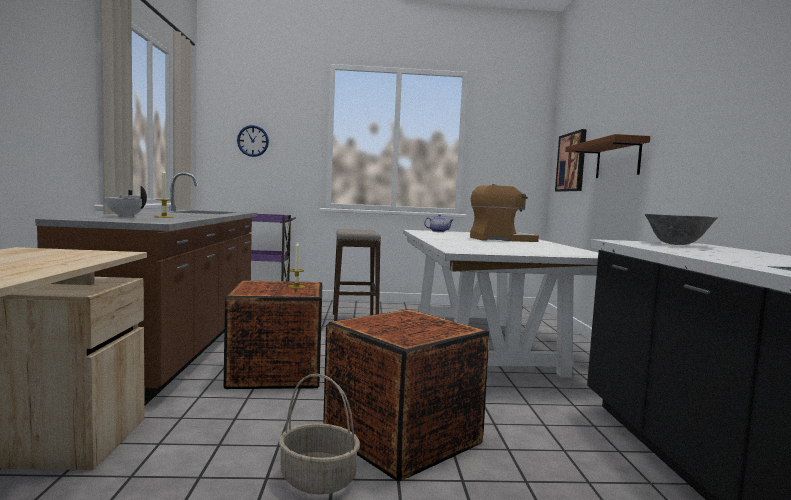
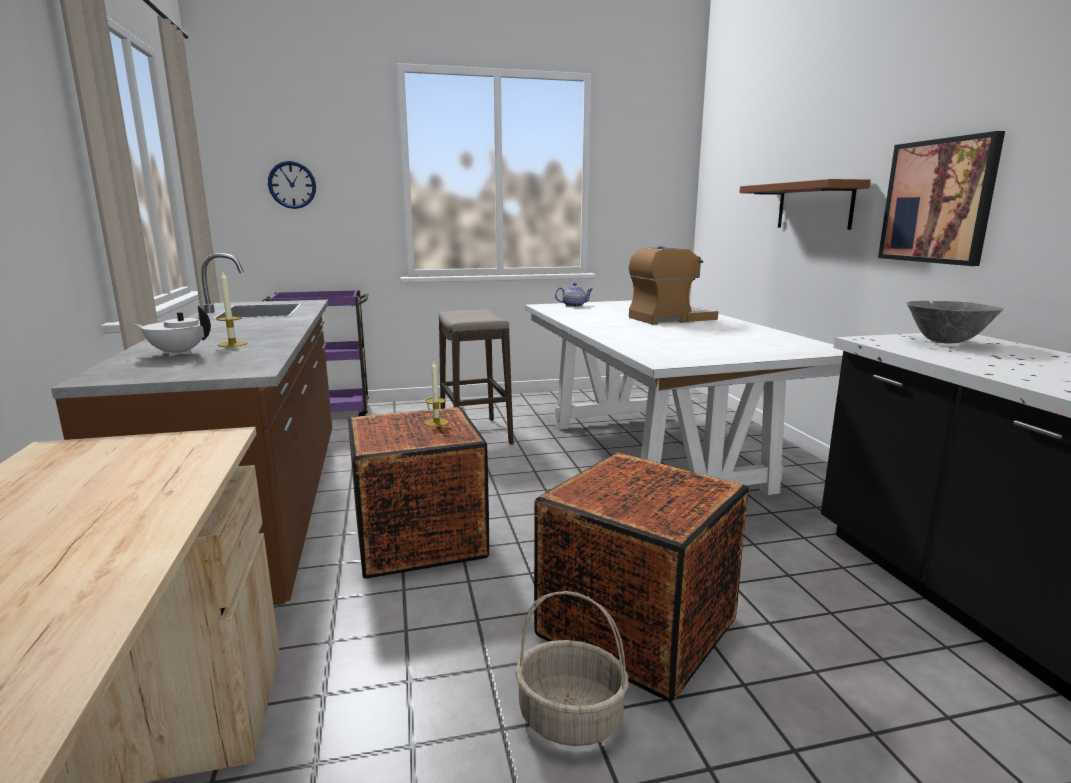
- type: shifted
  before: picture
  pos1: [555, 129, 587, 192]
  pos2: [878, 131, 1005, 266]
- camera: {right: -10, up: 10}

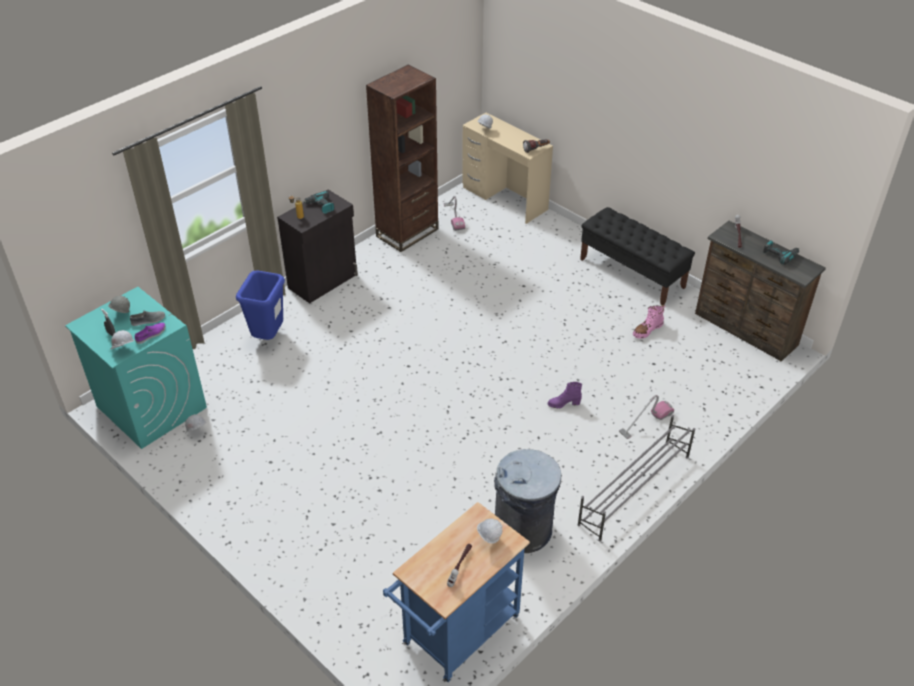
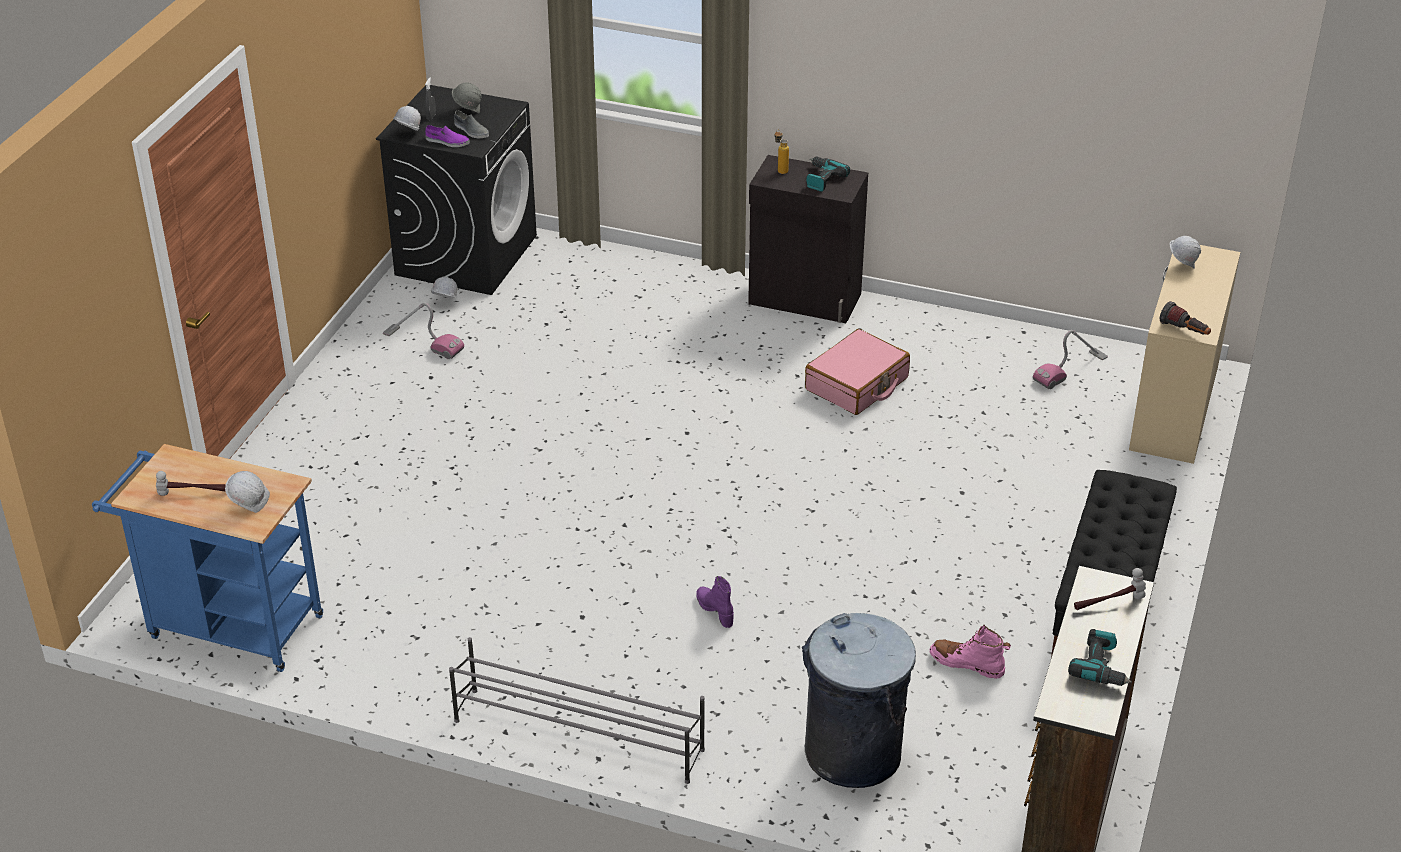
- type: gone
  before: brown bookcase
  pos1: [366, 65, 439, 252]
- type: gone
  before: blue trash can
  pos1: [236, 270, 285, 340]
- type: repainted
  before: turquoise washing machine
  after: black washing machine
  pos1: [65, 287, 207, 449]
  pos2: [376, 85, 537, 295]
- type: shifted
  before: vacuum cleaner
  pos1: [619, 395, 674, 439]
  pos2: [383, 303, 464, 359]
- type: shifted
  before: grey trash can
  pos1: [494, 449, 562, 553]
  pos2: [802, 613, 916, 788]
- type: new
  after: pink suitcase
  pos2: [805, 329, 910, 415]
- camera: {right: 65, up: -5}

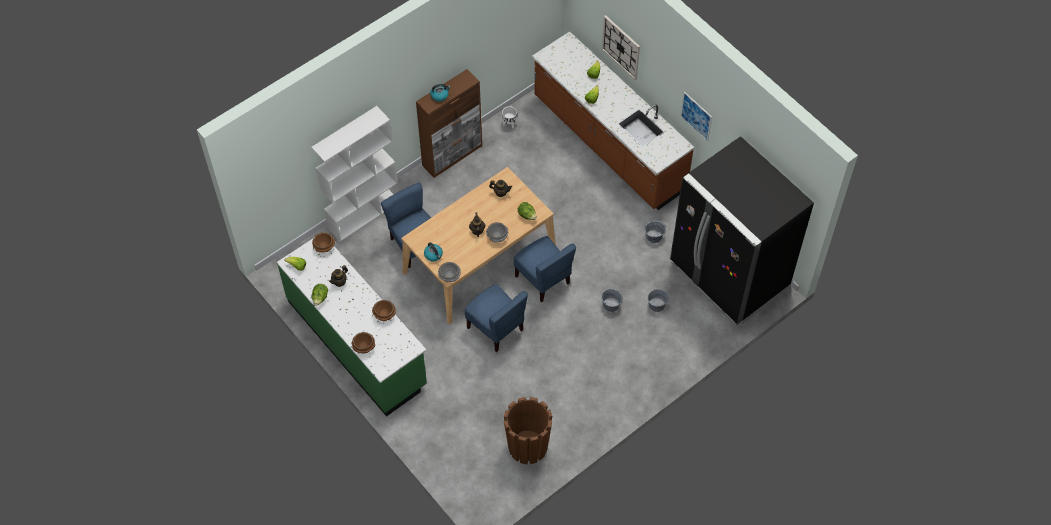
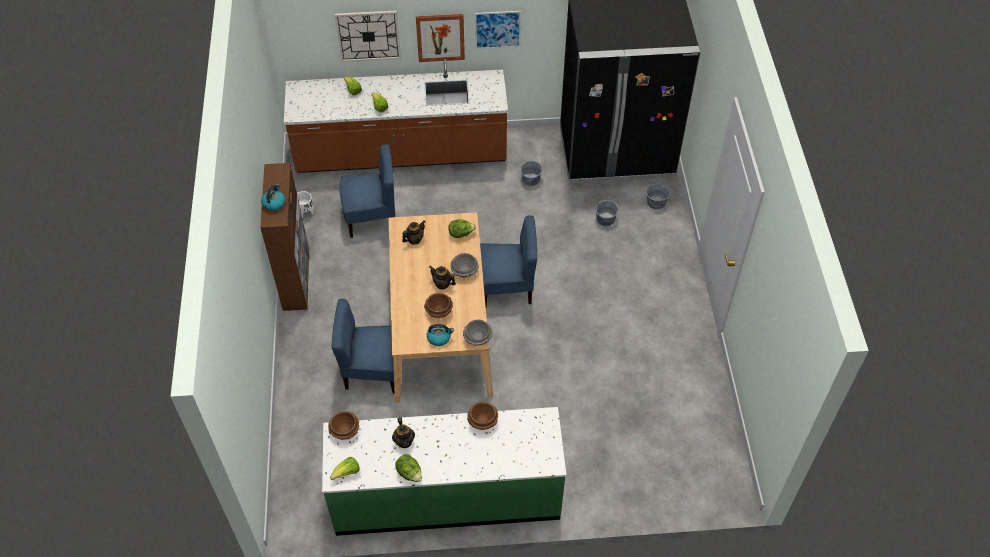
- type: gone
  before: white bookcase
  pos1: [311, 106, 398, 242]
- type: shifted
  before: blue chair
  pos1: [465, 284, 528, 352]
  pos2: [340, 144, 395, 238]
- type: shifted
  before: grey bucket
  pos1: [601, 289, 622, 312]
  pos2: [646, 181, 670, 209]
- type: shifted
  before: brown bowl
  pos1: [352, 332, 375, 353]
  pos2: [424, 293, 453, 318]
- type: gone
  before: brown planter
  pos1: [504, 397, 552, 464]
- type: new
  after: picture
  pos2: [416, 14, 465, 62]
- camera: {right: -55, up: -5}

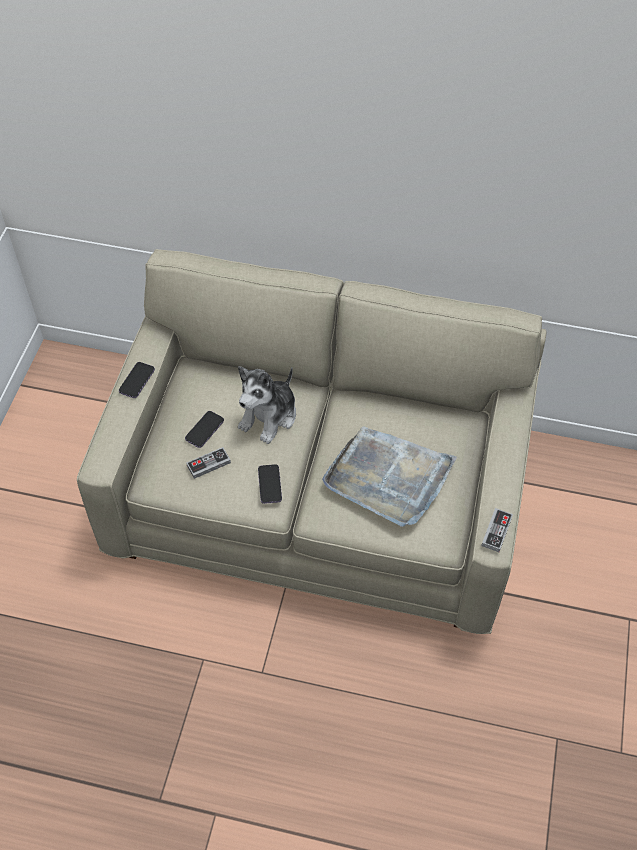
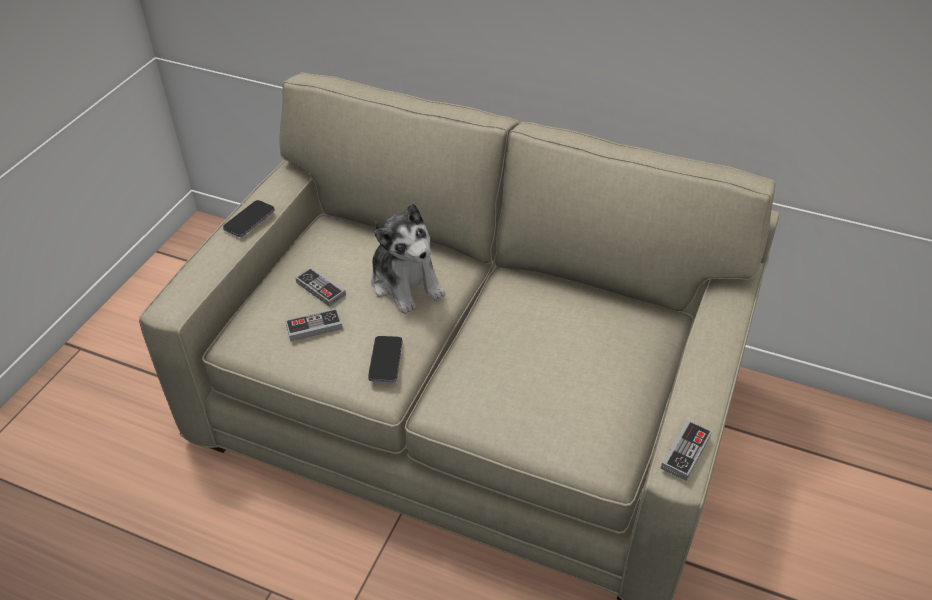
- type: rotated
  before: plush toy
  pos1: [238, 366, 296, 444]
  pos2: [371, 203, 445, 314]
  turn: -75
- type: swapped
  before: phone
  after: game controller
  pos1: [185, 411, 224, 448]
  pos2: [295, 267, 346, 307]
- type: gone
  before: grey tray
  pos1: [322, 426, 457, 527]
- camera: {right: 10, up: -10}

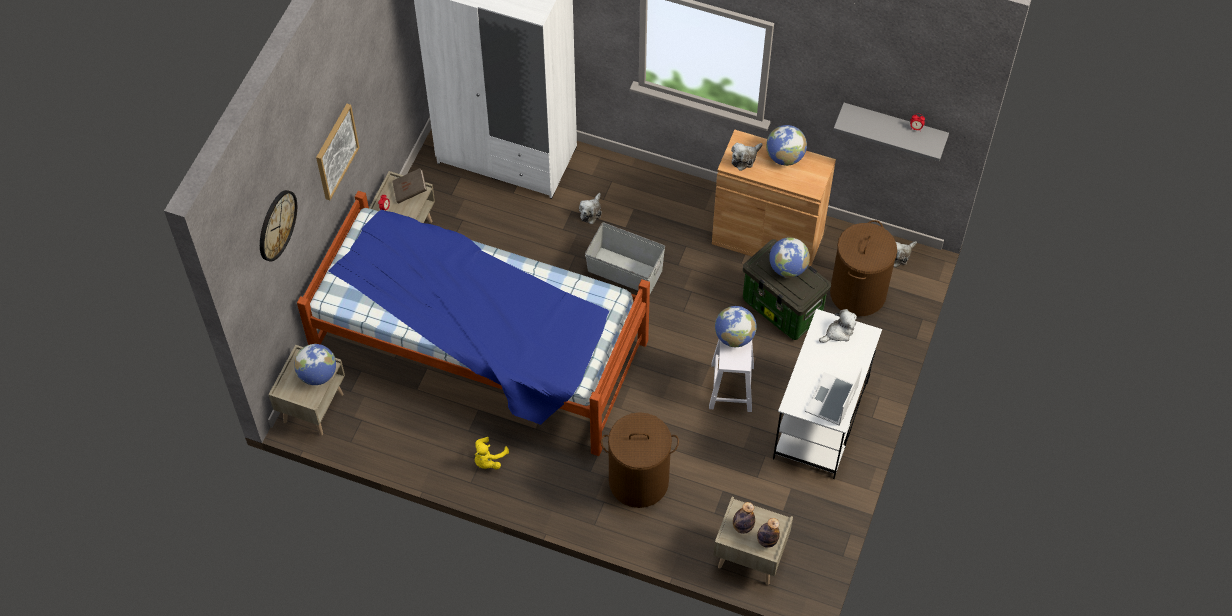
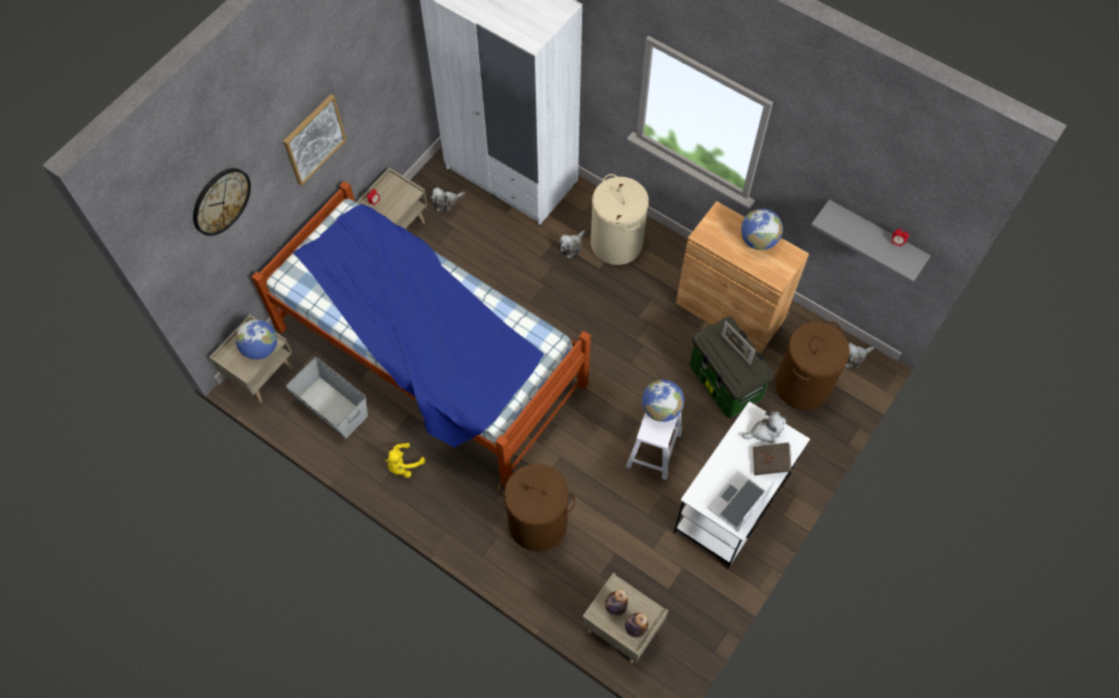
- type: shifted
  before: plush toy
  pos1: [731, 143, 763, 171]
  pos2: [431, 187, 465, 212]
- type: shifted
  before: brown book
  pos1: [392, 168, 427, 203]
  pos2: [753, 442, 792, 475]
- type: shifted
  before: grey storage box
  pos1: [585, 222, 665, 294]
  pos2: [286, 357, 368, 438]
- type: swapped
  before: globe
  after: picture frame
  pos1: [769, 237, 810, 278]
  pos2: [721, 321, 755, 365]
- type: new
  after: beige laundry basket
  pos2: [591, 174, 649, 265]
- camera: {right: 15, up: 5}

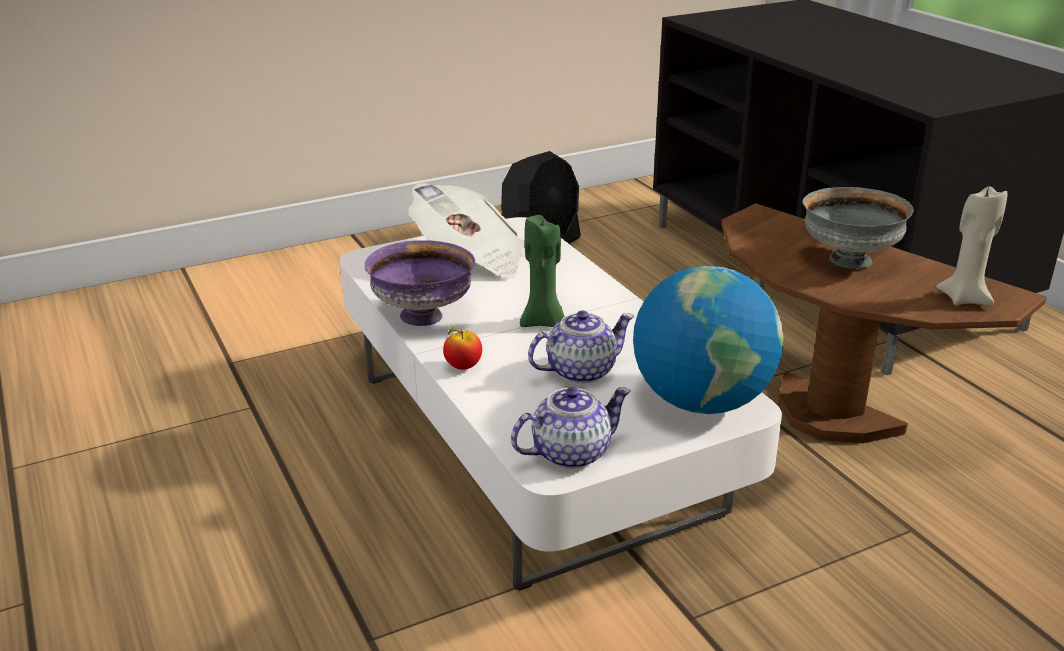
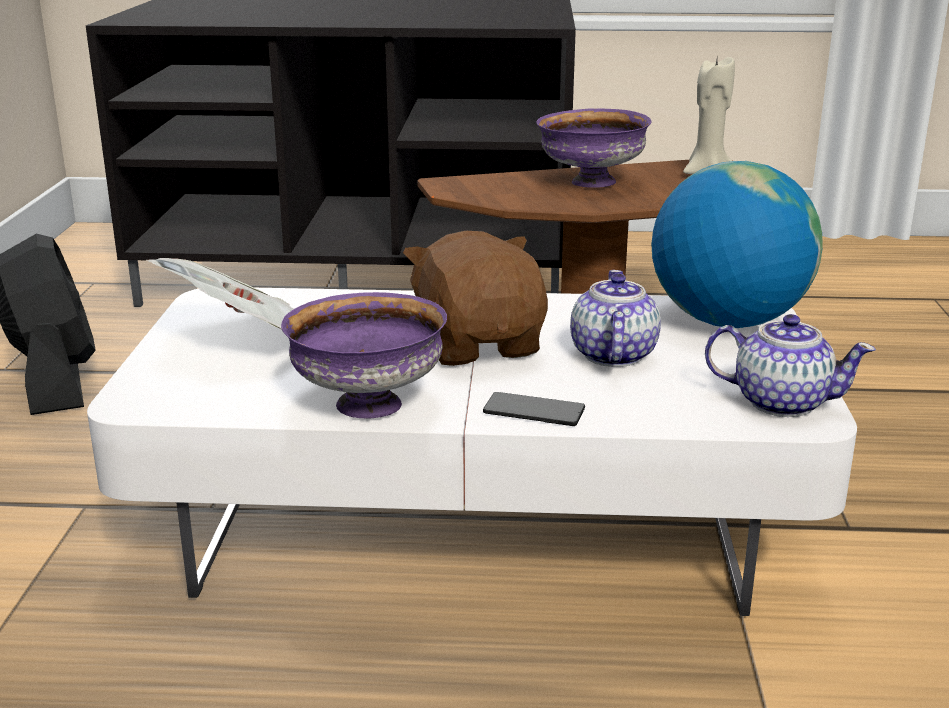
- type: repainted
  before: grey bowl
  after: purple bowl
  pos1: [802, 187, 914, 269]
  pos2: [536, 109, 652, 188]
- type: swapped
  before: green candle
  after: brown plush toy
  pos1: [520, 215, 565, 327]
  pos2: [403, 231, 548, 366]
- type: swapped
  before: apple
  after: phone
  pos1: [443, 327, 482, 370]
  pos2: [483, 392, 585, 426]
- type: rotated
  before: teapot
  pos1: [511, 387, 631, 469]
  pos2: [705, 314, 876, 417]
  turn: 105
- camera: {right: -60, up: -5}

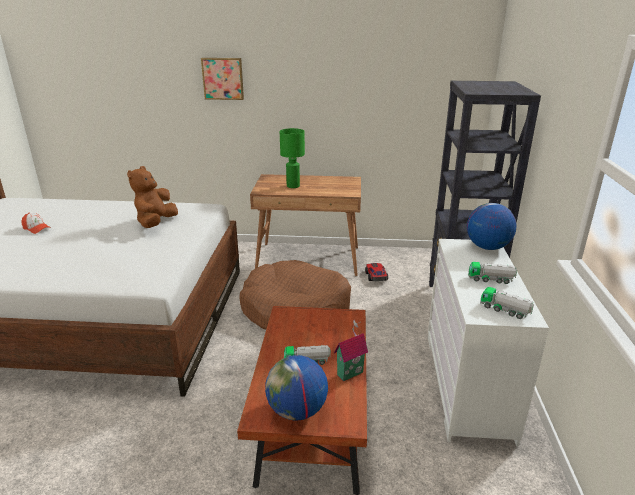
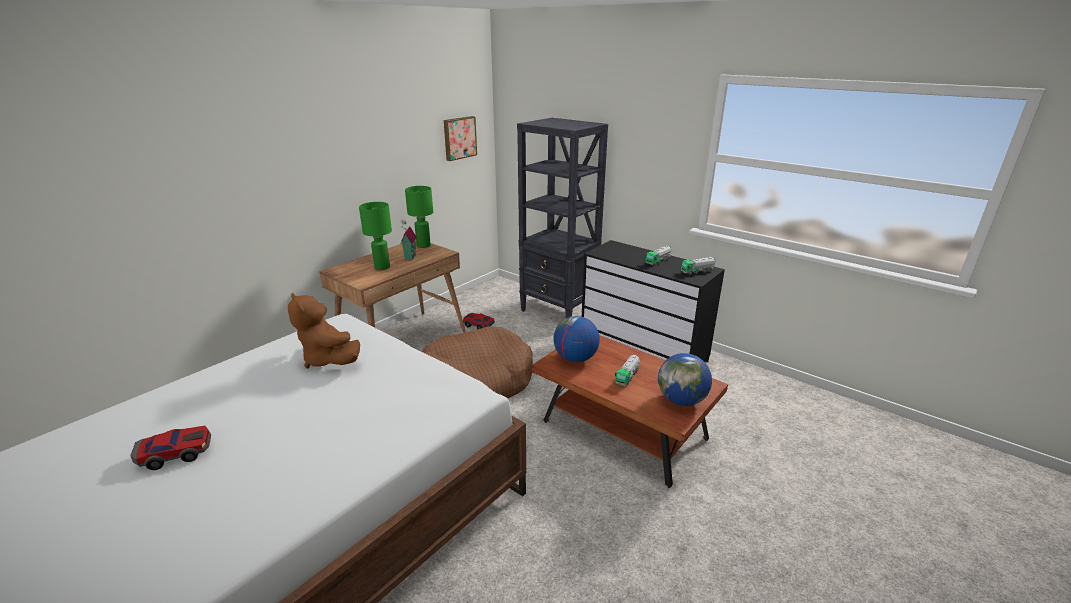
- type: shifted
  before: picture
  pos1: [201, 58, 244, 100]
  pos2: [444, 116, 477, 161]
- type: shifted
  before: globe
  pos1: [467, 203, 516, 250]
  pos2: [553, 316, 600, 362]
- type: swapped
  before: cap
  after: toy car
  pos1: [22, 212, 51, 234]
  pos2: [130, 426, 211, 470]
- type: repainted
  before: white dresser
  after: black dresser
  pos1: [428, 239, 549, 446]
  pos2: [582, 240, 725, 362]
- type: shifted
  before: toy house
  pos1: [334, 320, 368, 381]
  pos2: [401, 220, 417, 260]
- type: new
  after: green table lamp
  pos2: [405, 186, 433, 248]
- camera: {right: -55, up: 0}

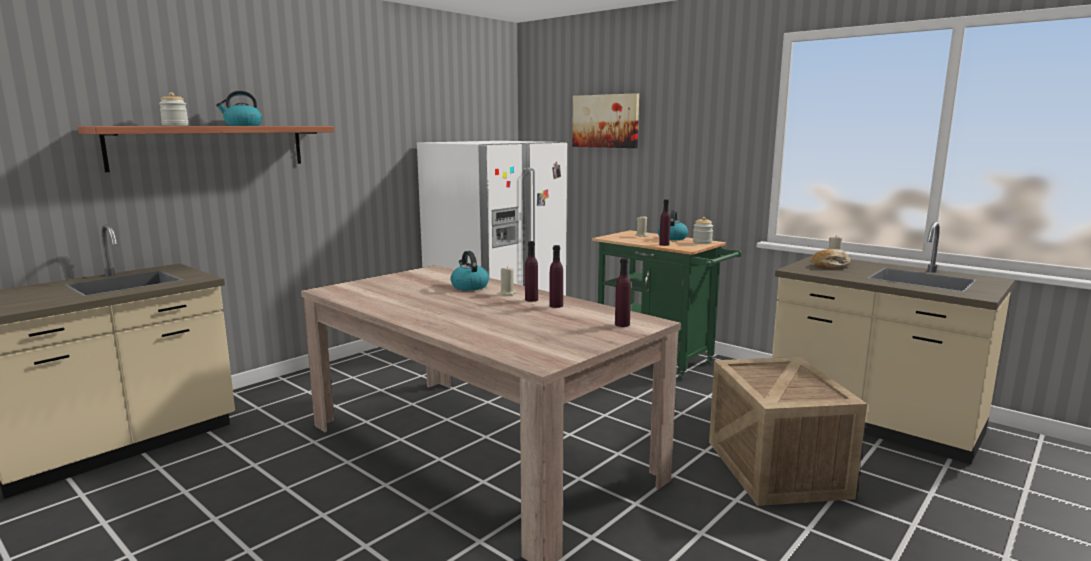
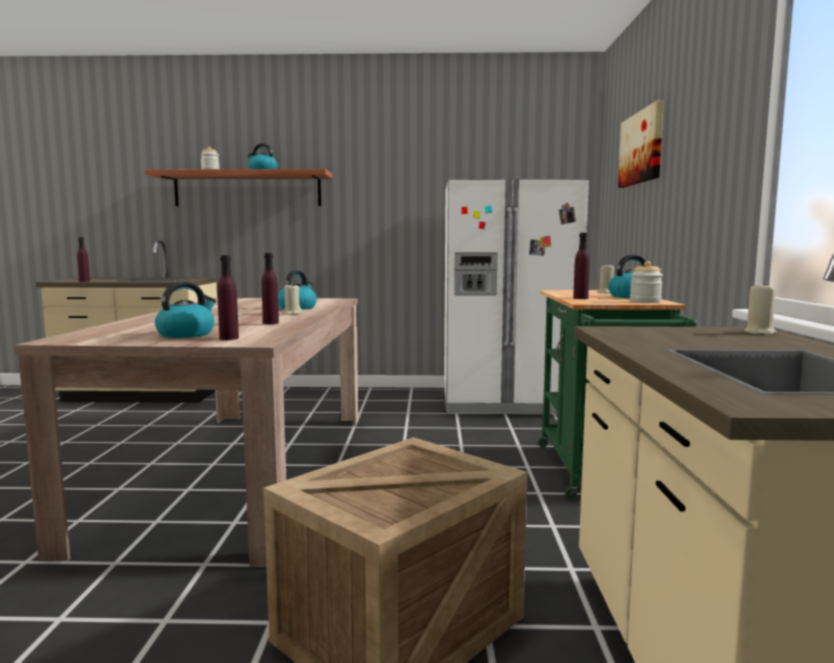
- type: shifted
  before: purple bottle
  pos1: [525, 241, 538, 302]
  pos2: [77, 237, 90, 282]
- type: gone
  before: bread
  pos1: [812, 249, 851, 269]
- type: new
  after: kettle
  pos2: [155, 282, 216, 338]
- camera: {right: 50, up: -5}

